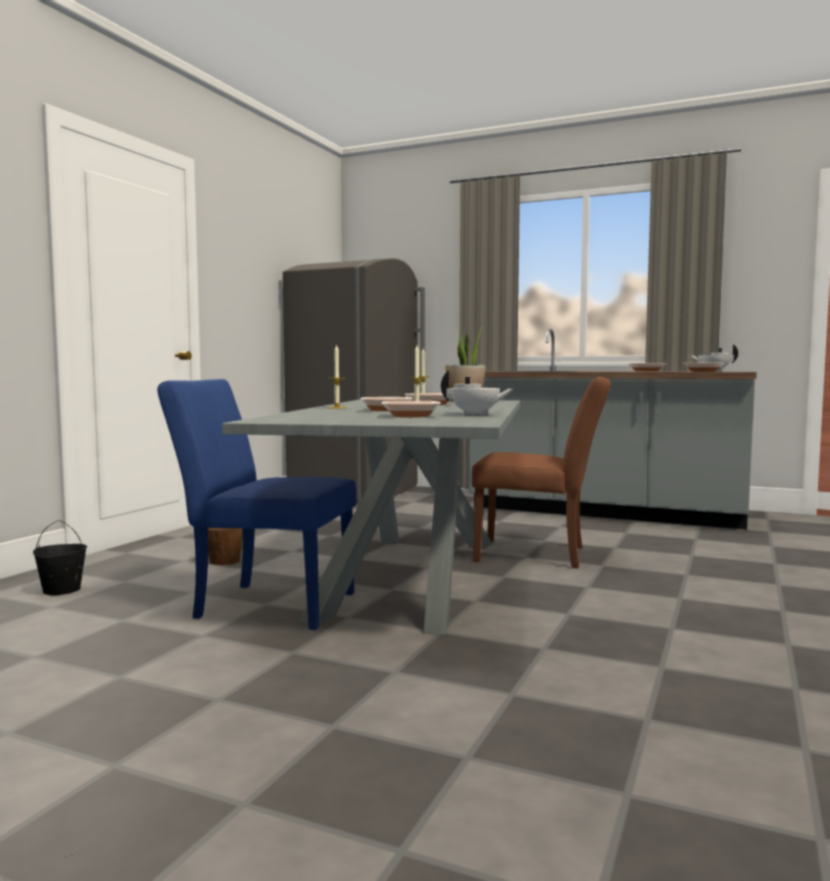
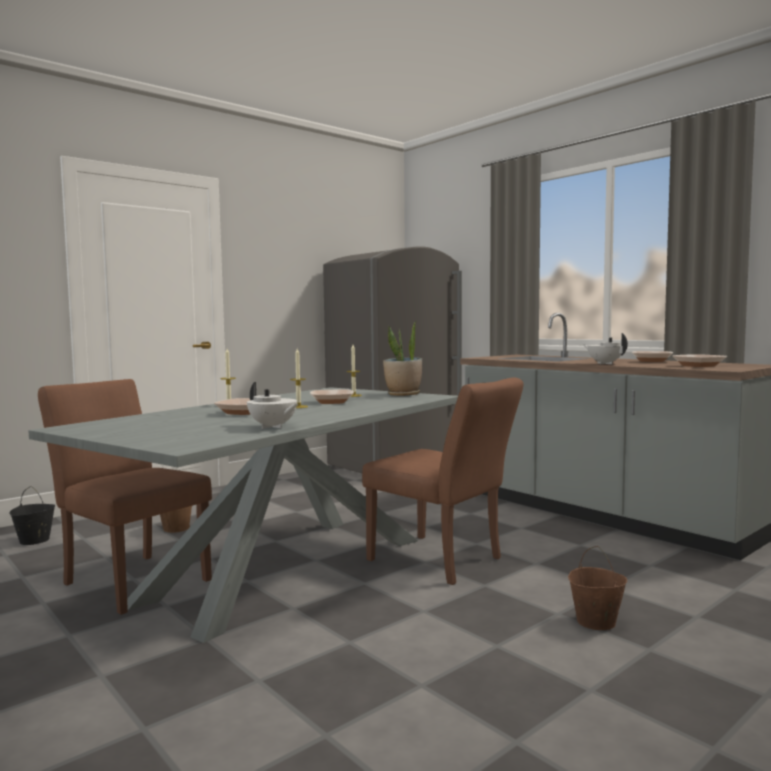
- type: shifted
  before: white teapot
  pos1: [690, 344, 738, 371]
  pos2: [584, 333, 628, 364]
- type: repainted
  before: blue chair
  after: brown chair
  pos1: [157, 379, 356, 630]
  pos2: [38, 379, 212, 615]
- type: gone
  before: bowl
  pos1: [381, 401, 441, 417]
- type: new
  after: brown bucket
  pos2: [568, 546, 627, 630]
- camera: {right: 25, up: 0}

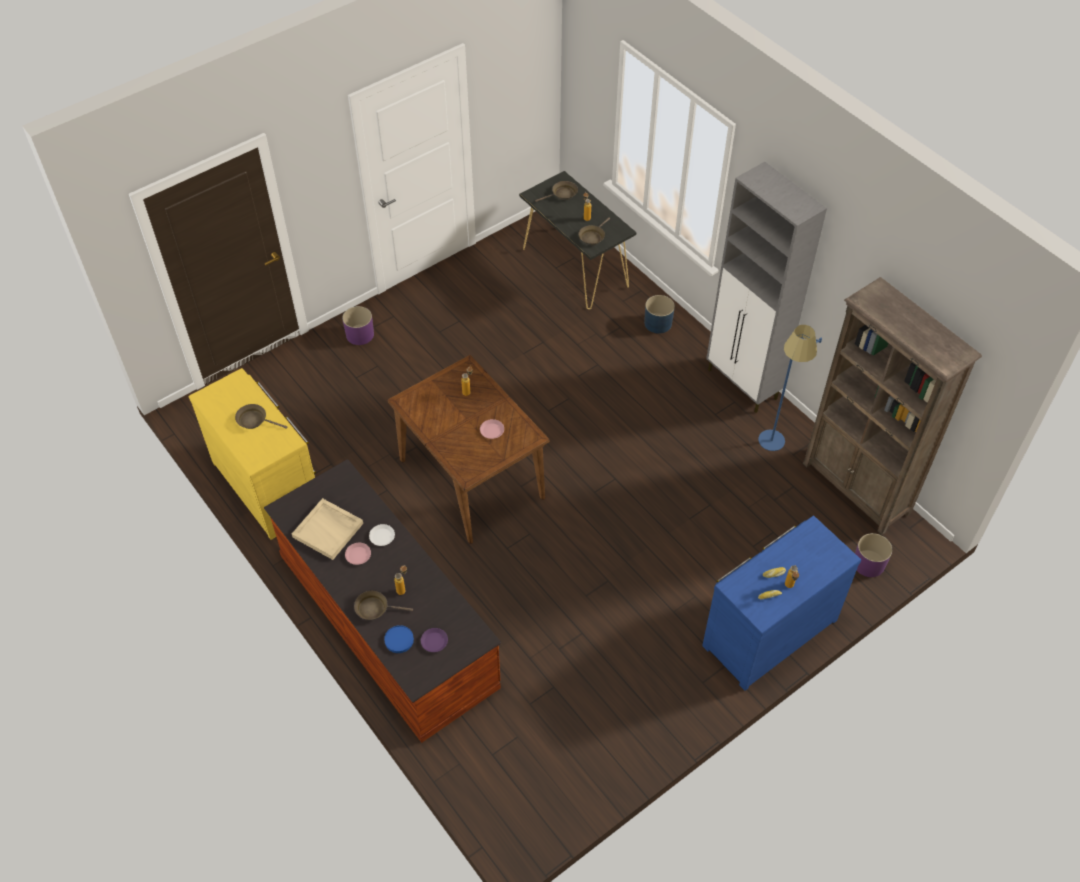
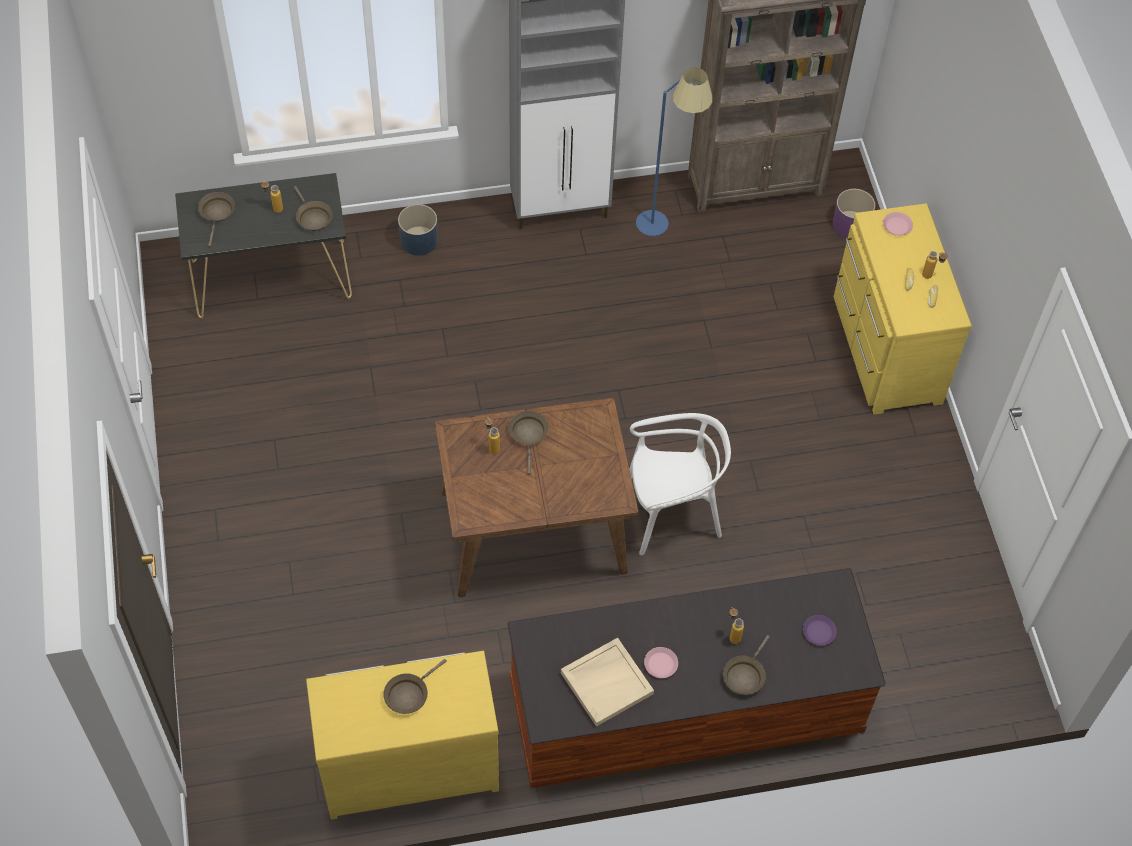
- type: gone
  before: purple planter
  pos1: [342, 306, 374, 345]
- type: shifted
  before: pink plate
  pos1: [480, 419, 504, 439]
  pos2: [883, 212, 913, 236]
- type: repainted
  before: blue dresser
  after: yellow dresser
  pos1: [702, 516, 861, 691]
  pos2: [833, 203, 972, 415]
- type: gone
  before: white plate
  pos1: [369, 524, 395, 546]
- type: gone
  before: blue plate
  pos1: [384, 625, 414, 653]
- type: new
  after: brown frying pan
  pos2: [508, 411, 548, 475]
- type: new
  after: white chair
  pos2: [630, 413, 731, 555]
- camera: {right: -65, up: 5}

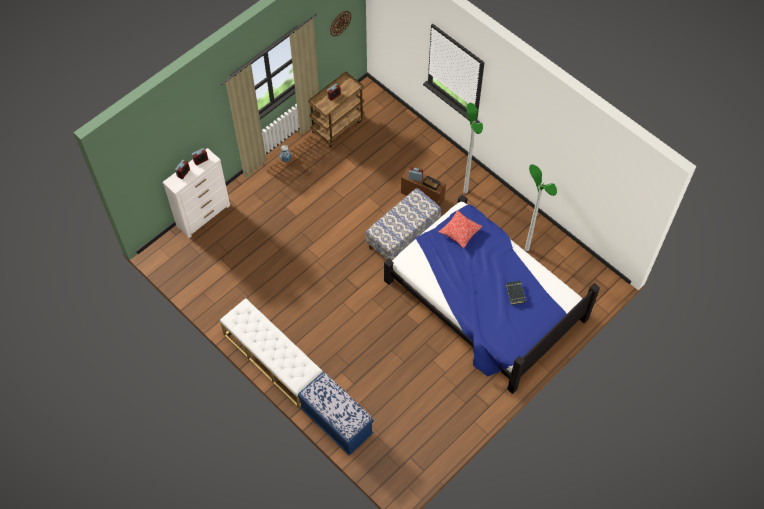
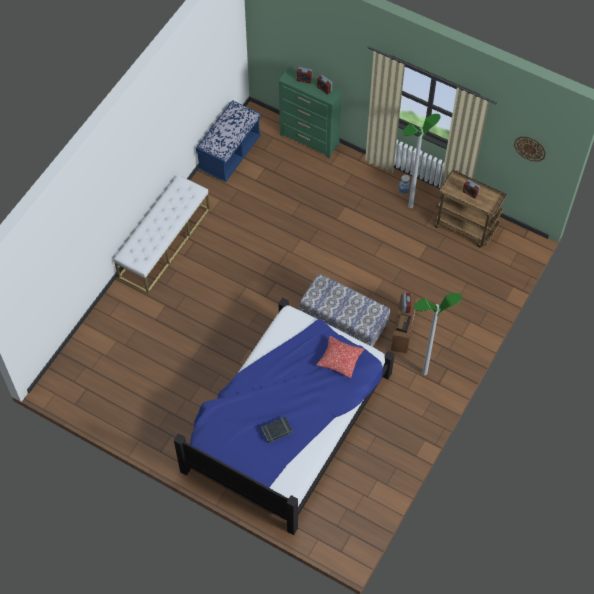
- type: repainted
  before: white dresser
  after: green dresser
  pos1: [163, 148, 230, 238]
  pos2: [278, 67, 342, 159]
- type: shifted
  before: floor lamp
  pos1: [525, 164, 557, 251]
  pos2: [403, 114, 441, 208]
- type: shifted
  before: blue bench
  pos1: [298, 372, 374, 456]
  pos2: [196, 100, 261, 182]
- camera: {right: 75, up: 0}

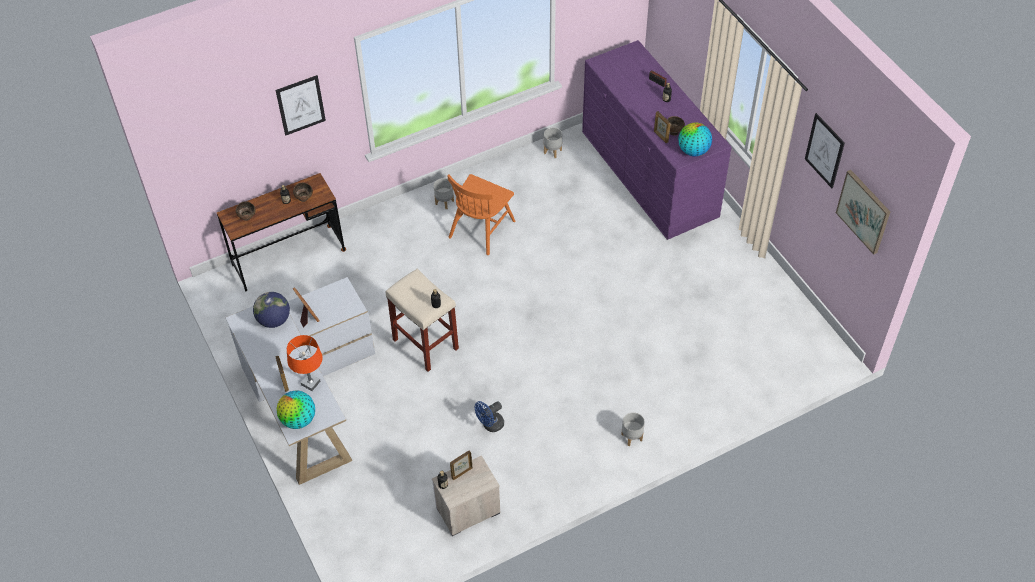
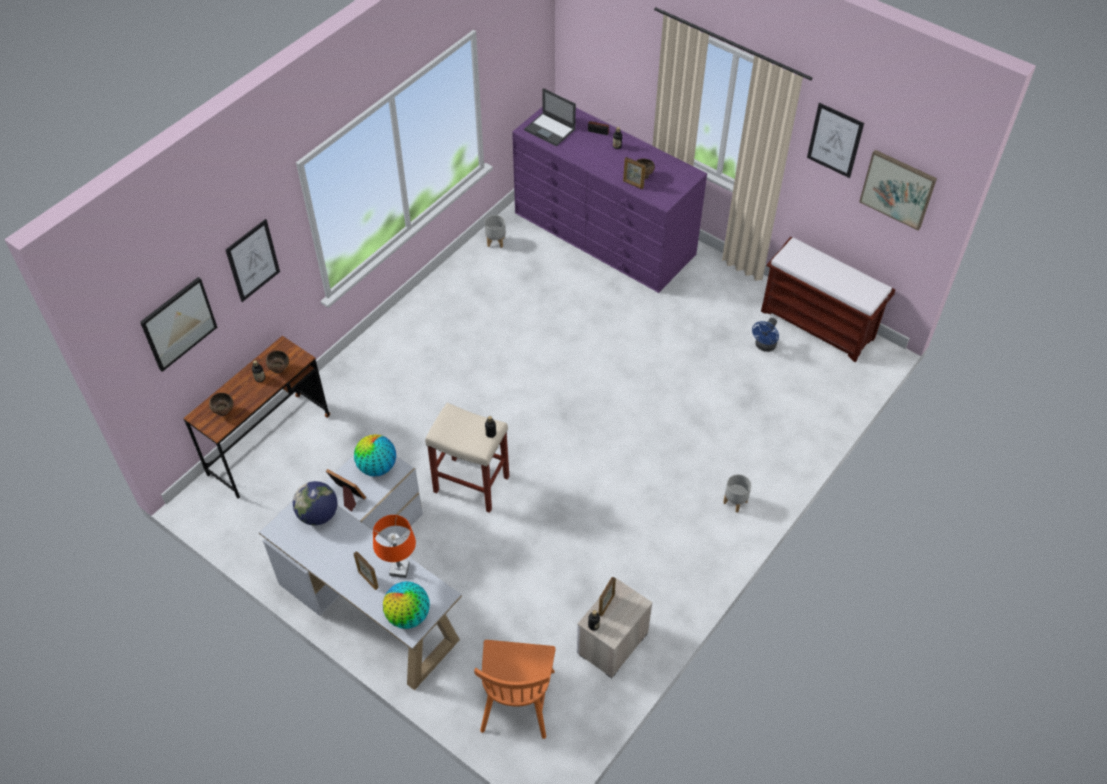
- type: shifted
  before: globe
  pos1: [678, 123, 712, 156]
  pos2: [354, 434, 396, 477]
- type: shifted
  before: orange chair
  pos1: [447, 174, 515, 255]
  pos2: [474, 640, 556, 739]
- type: gone
  before: grey planter
  pos1: [434, 178, 454, 209]
- type: shifted
  before: blue fan
  pos1: [475, 401, 504, 432]
  pos2: [752, 318, 779, 352]
- type: new
  after: laptop
  pos2: [524, 88, 576, 146]
- type: new
  after: brown bench
  pos2: [761, 237, 895, 362]
- type: new
  after: picture
  pos2: [140, 277, 218, 372]
- camera: {right: -25, up: 0}

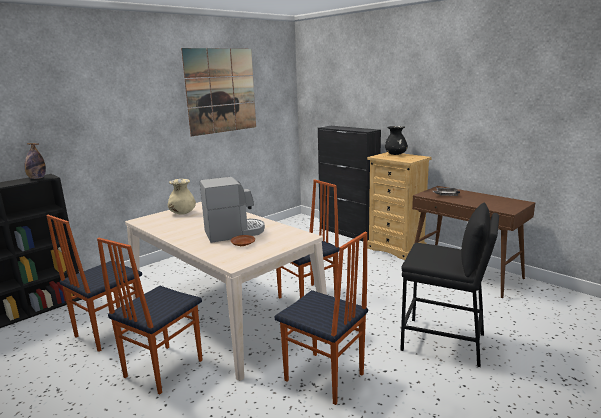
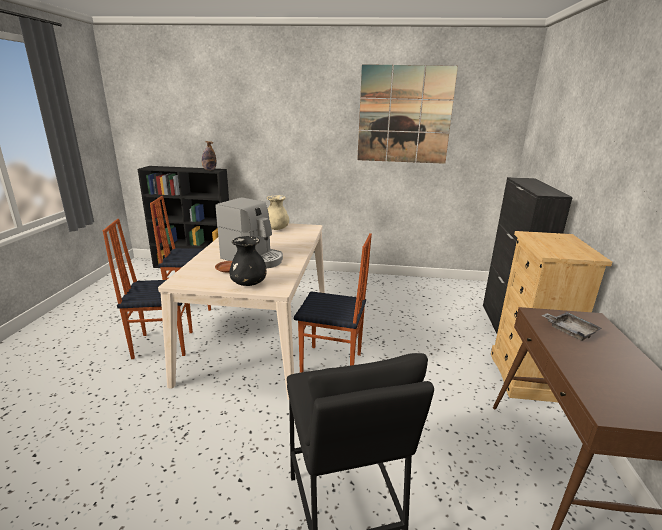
- type: shifted
  before: black vase
  pos1: [385, 126, 408, 155]
  pos2: [229, 236, 267, 286]
- type: gone
  before: chair
  pos1: [275, 232, 368, 405]
- camera: {right: 50, up: 5}

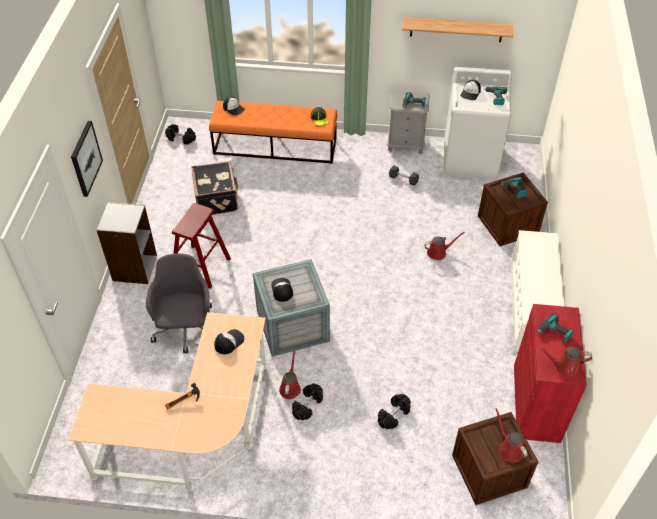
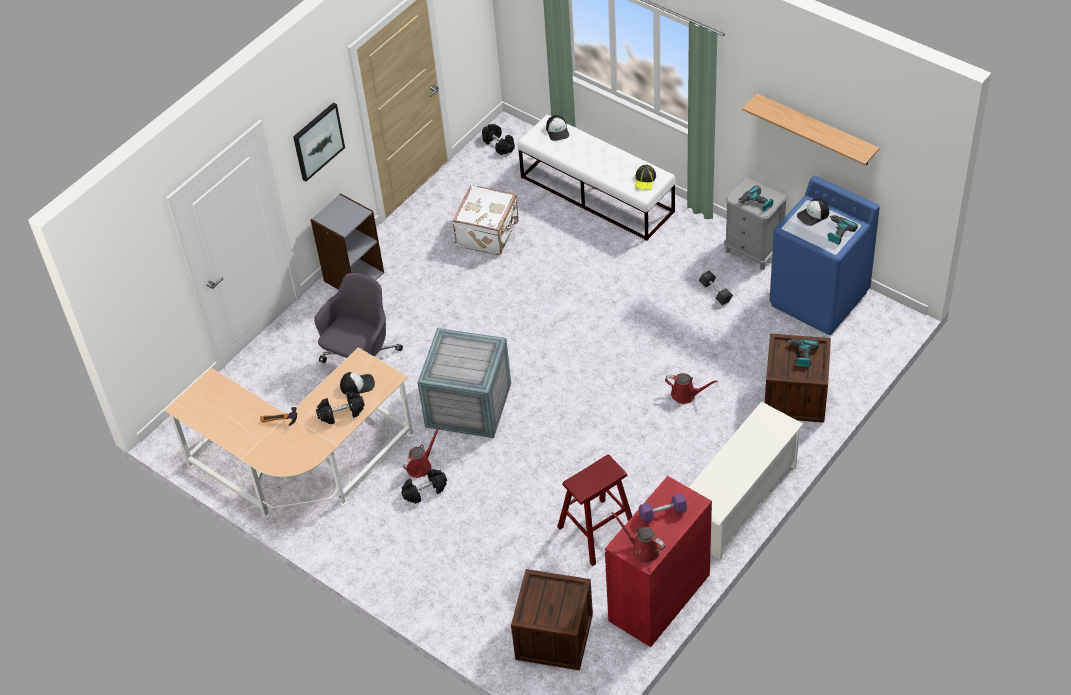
- type: repainted
  before: white washing machine
  after: blue washing machine
  pos1: [444, 67, 512, 178]
  pos2: [769, 176, 880, 335]
- type: repainted
  before: orange bench
  after: white bench
  pos1: [209, 101, 337, 164]
  pos2: [518, 115, 676, 241]
- type: repainted
  before: black suitcase
  after: white suitcase
  pos1: [191, 161, 238, 215]
  pos2: [452, 184, 519, 255]
- type: shifted
  before: red stool
  pos1: [172, 203, 231, 289]
  pos2: [557, 455, 632, 566]
- type: gone
  before: cap
  pos1: [271, 278, 293, 302]
- type: swapped
  before: power drill
  after: purple dumbbell
  pos1: [537, 313, 574, 343]
  pos2: [639, 493, 687, 523]
- type: shifted
  before: black dumbbell
  pos1: [378, 394, 411, 429]
  pos2: [316, 391, 365, 424]
- type: gone
  before: red watering can
  pos1: [495, 408, 528, 462]
- camera: {right: 35, up: 0}

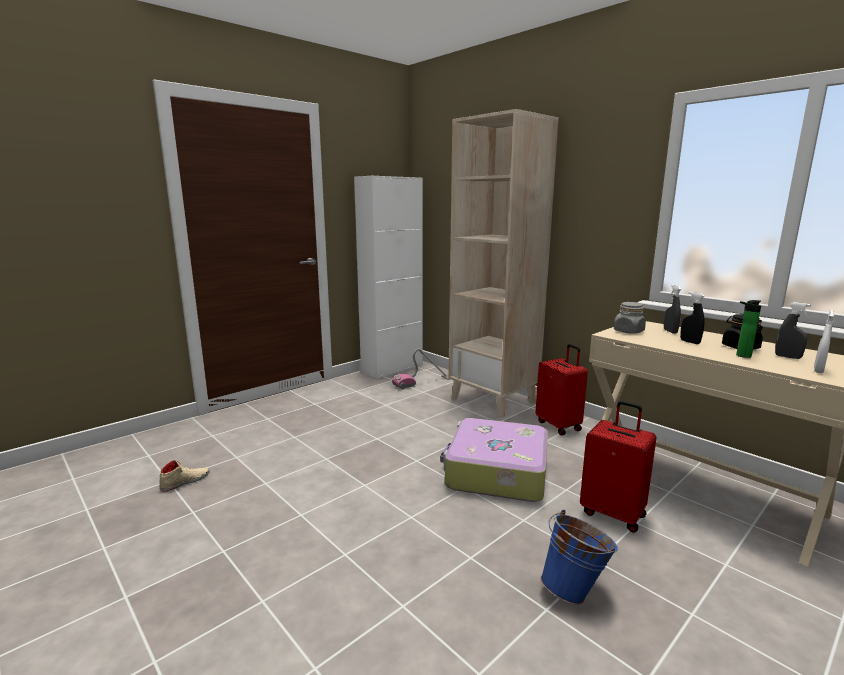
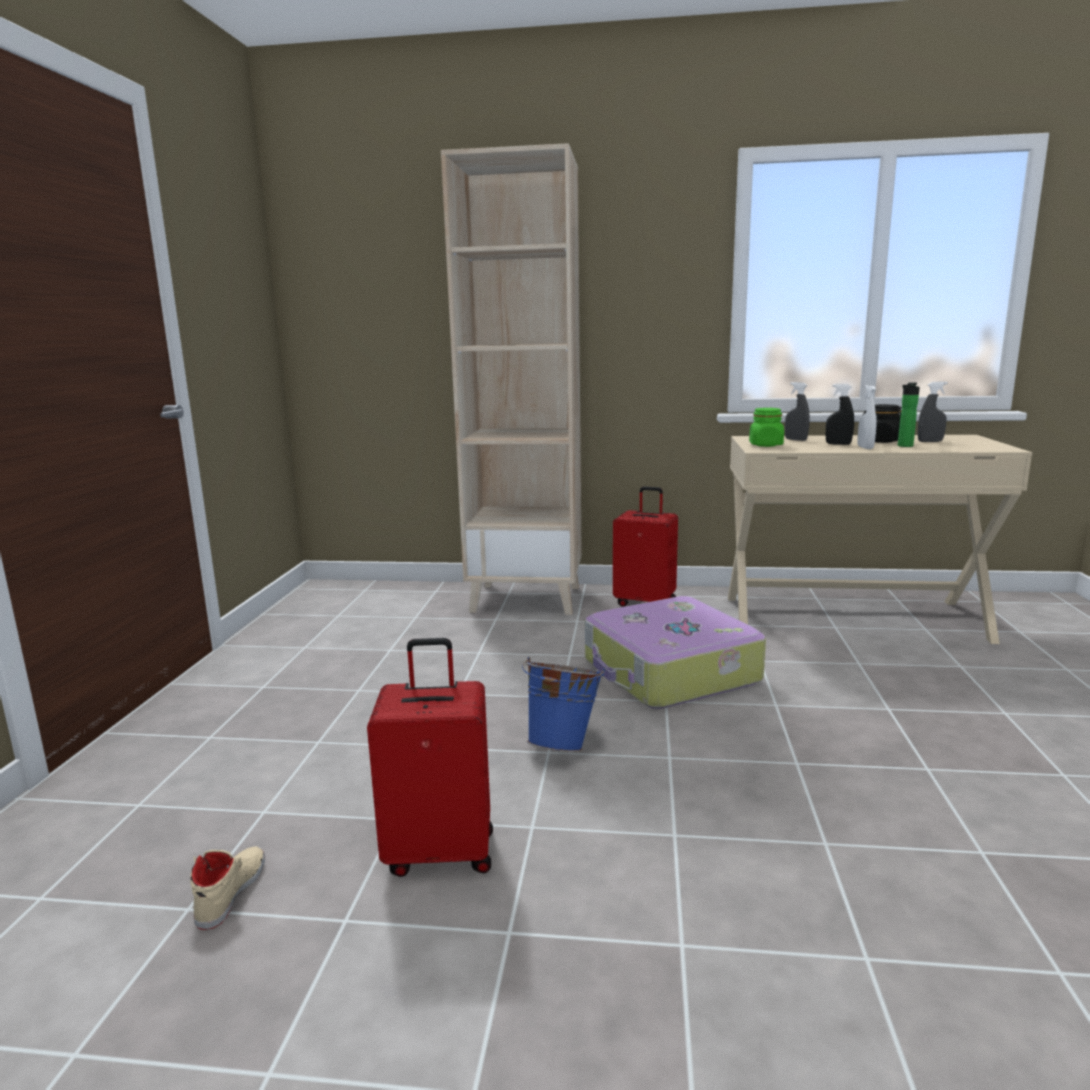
- type: gone
  before: white cabinet
  pos1: [354, 176, 423, 379]
- type: repainted
  before: grey jar
  after: green jar
  pos1: [614, 302, 646, 334]
  pos2: [749, 408, 784, 447]
- type: shifted
  before: white spray bottle
  pos1: [814, 310, 834, 373]
  pos2: [857, 385, 877, 449]
- type: gone
  before: vacuum cleaner
  pos1: [392, 348, 450, 389]
- type: shifted
  before: red suitcase
  pos1: [580, 401, 657, 533]
  pos2: [367, 638, 493, 877]
- type: shifted
  before: blue bucket
  pos1: [540, 510, 618, 605]
  pos2: [522, 657, 605, 752]
- camera: {right: -40, up: 0}

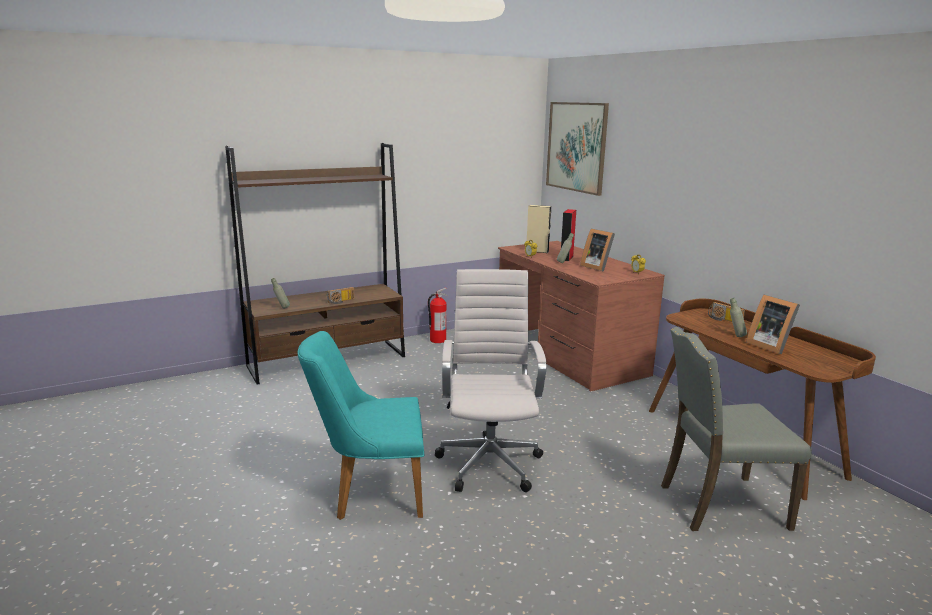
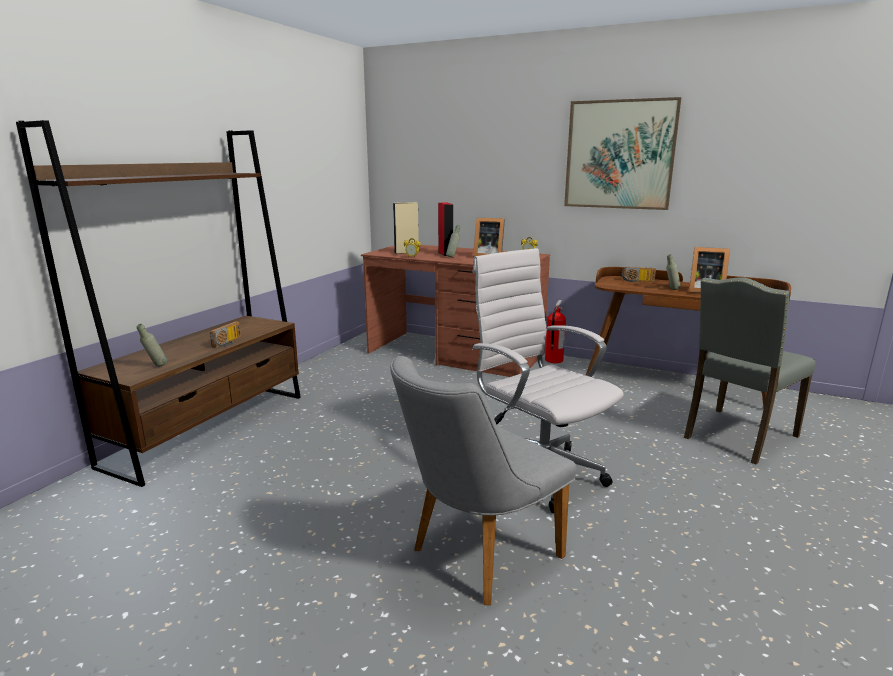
- type: shifted
  before: picture
  pos1: [546, 102, 609, 196]
  pos2: [564, 97, 681, 210]
- type: shifted
  before: fire extinguisher
  pos1: [428, 287, 448, 343]
  pos2: [545, 300, 566, 363]
- type: repainted
  before: turquoise chair
  after: grey chair
  pos1: [297, 331, 425, 520]
  pos2: [390, 356, 576, 605]
- camera: {right: -35, up: 0}

